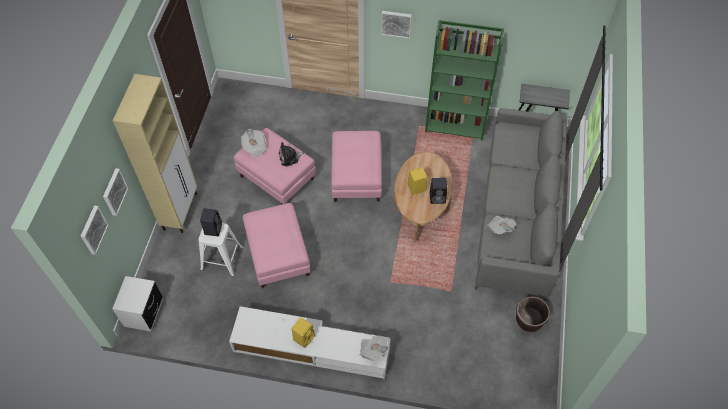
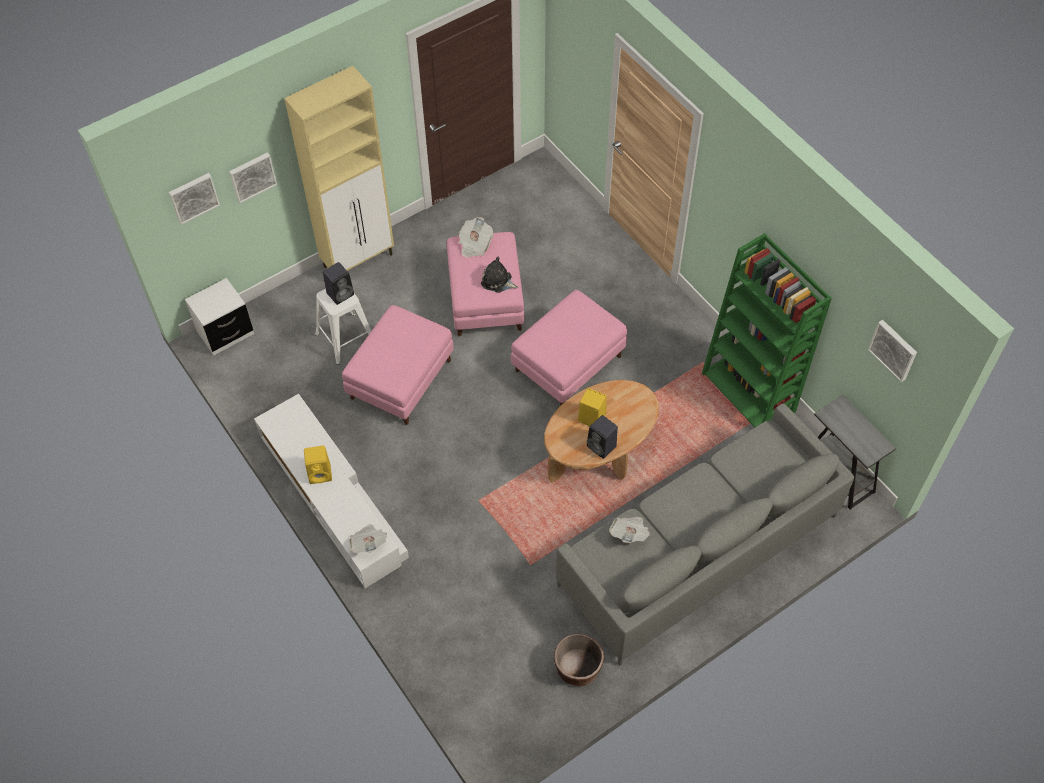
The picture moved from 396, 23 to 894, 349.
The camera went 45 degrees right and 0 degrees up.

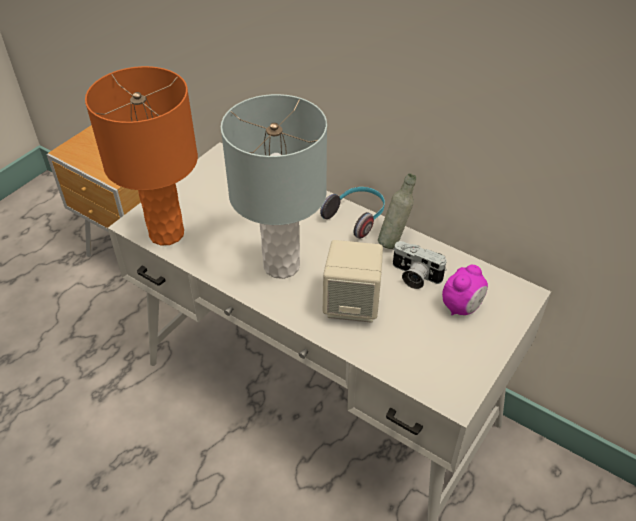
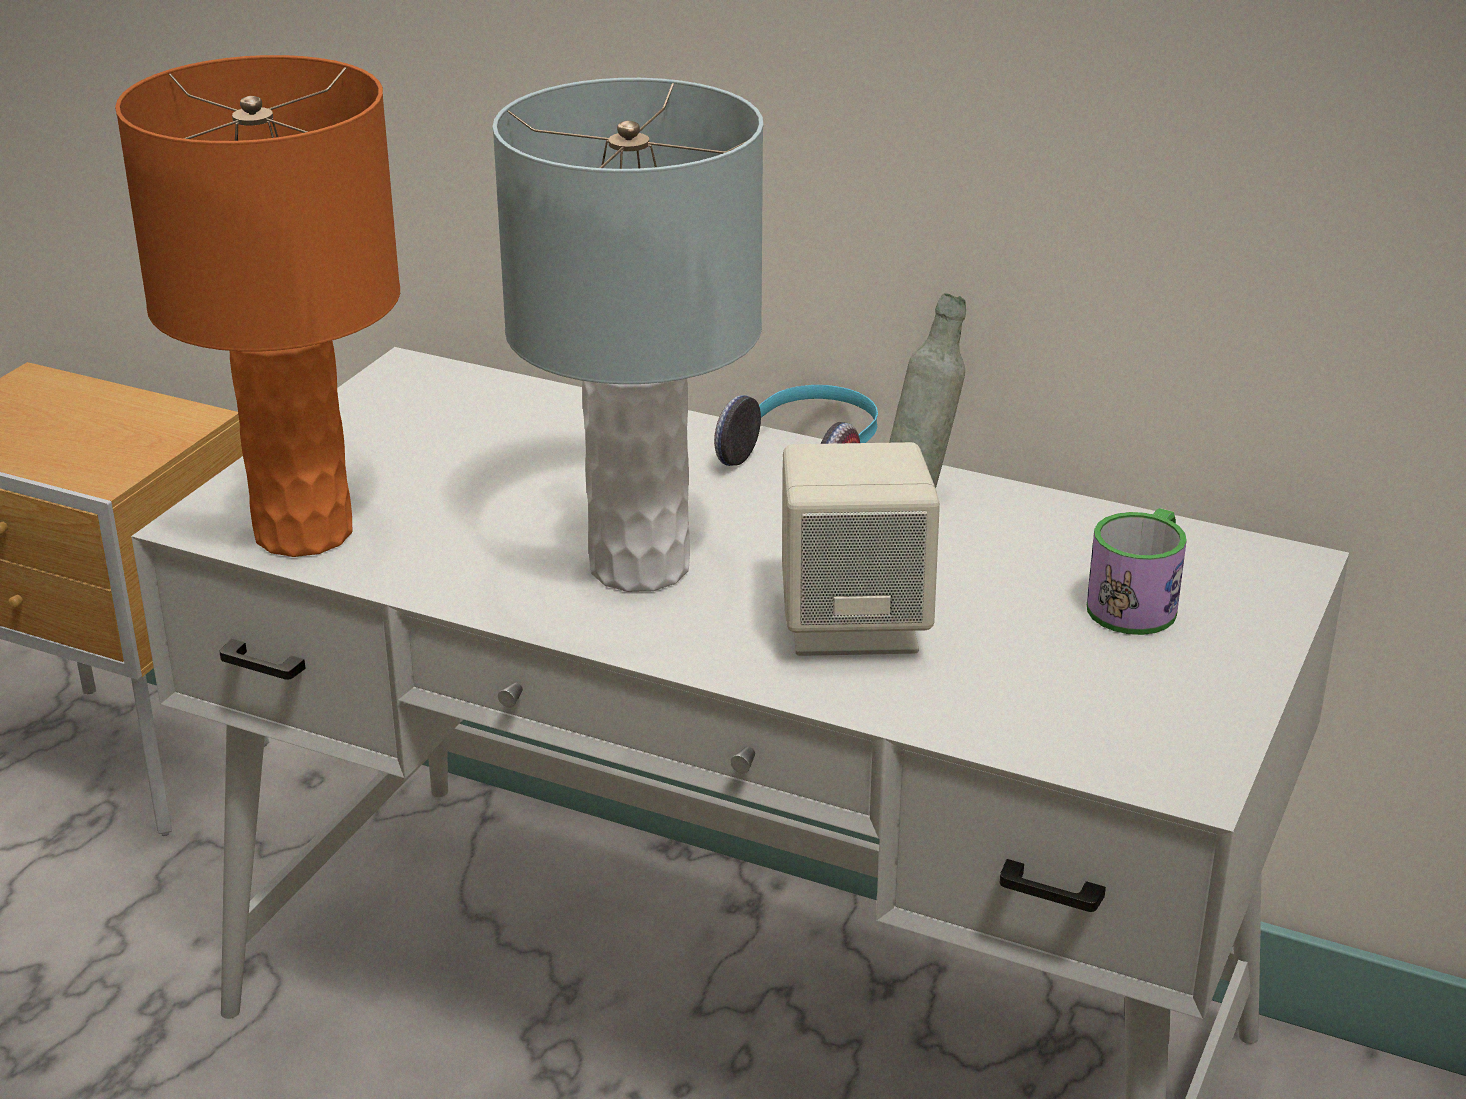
The photo camera at 414, 276 disappeared.
The alarm clock at 462, 307 was replaced by the mug at 1138, 602.
The camera went 10 degrees left and 15 degrees down.

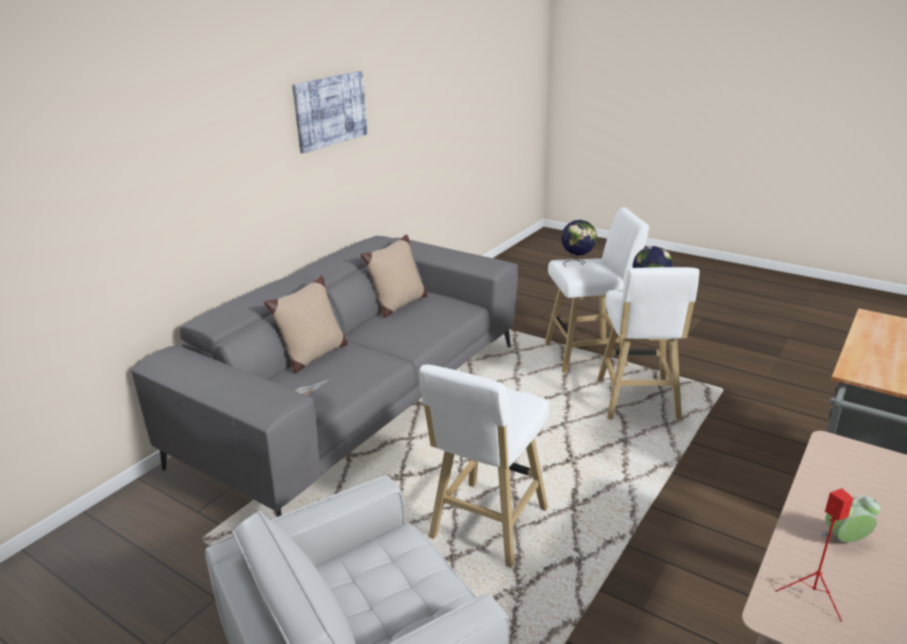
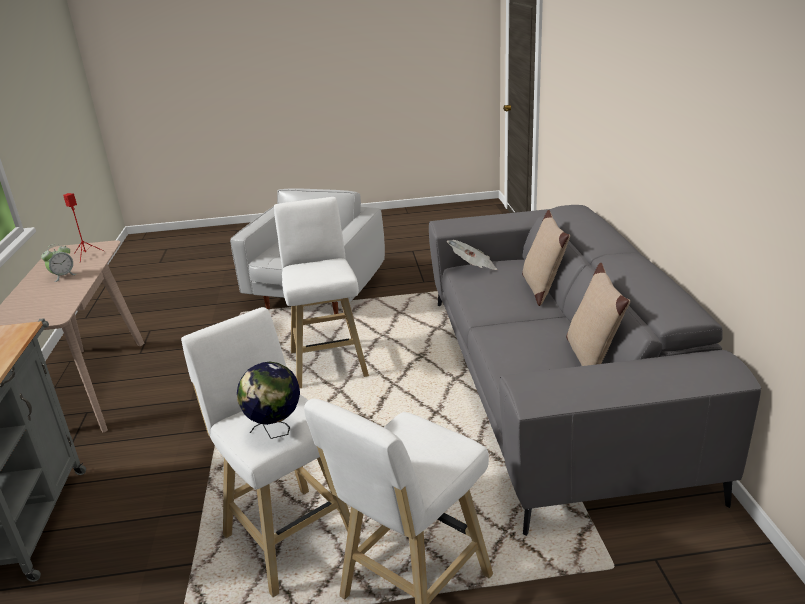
The picture at 330, 110 disappeared.
The globe at 577, 263 disappeared.
The camera went 140 degrees right and 0 degrees up.

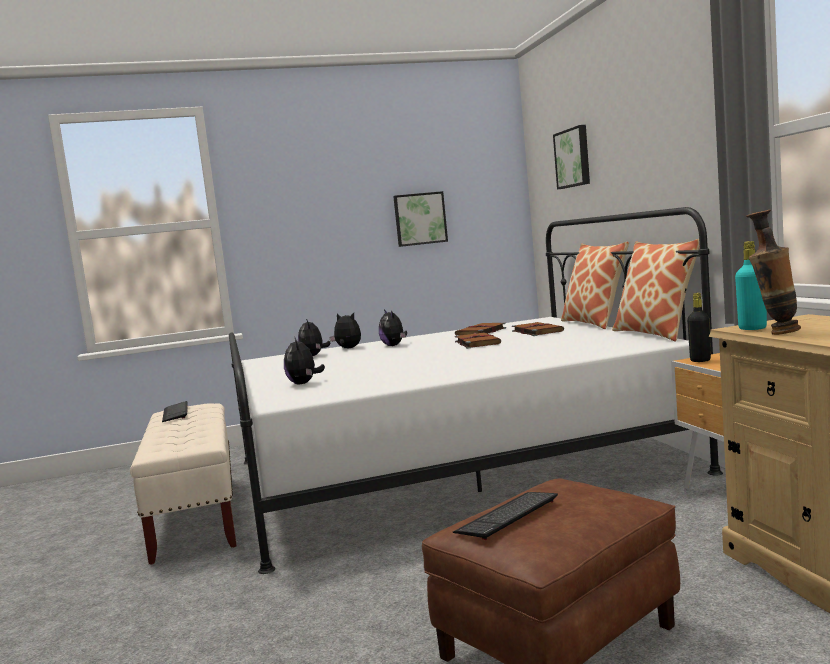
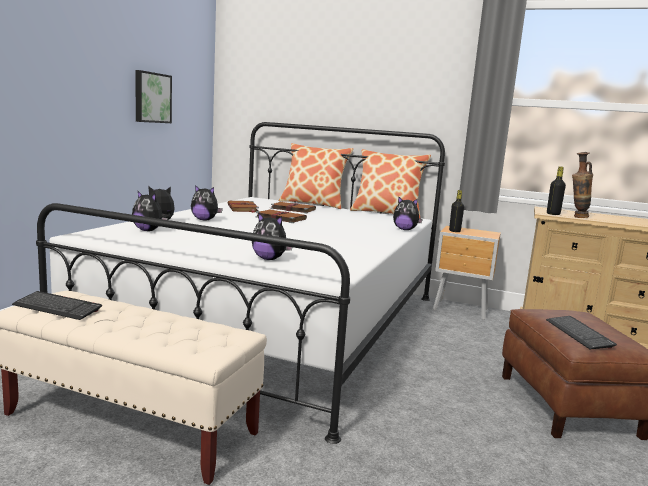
The picture at 574, 158 disappeared.
The turquoise bottle at 752, 328 became the black bottle at 553, 214.
The plush toy at 405, 229 appeared.
The camera went 55 degrees left and 5 degrees up.

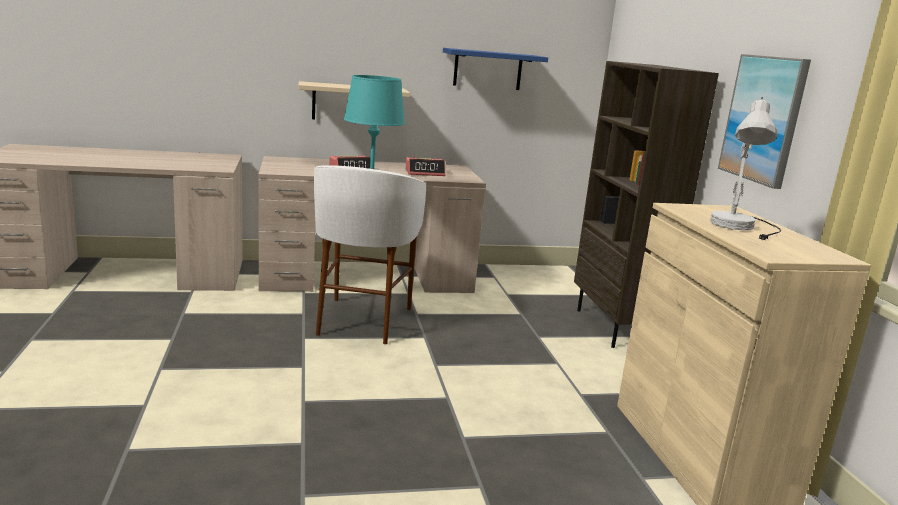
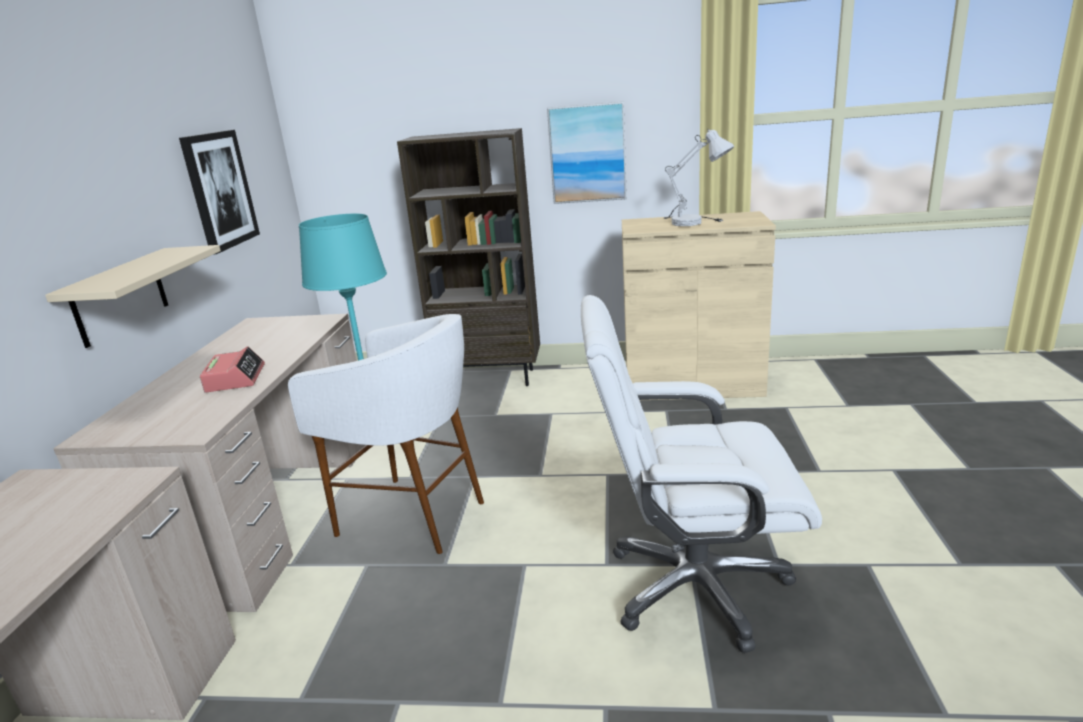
The blue shelf at 488, 69 was replaced by the picture at 220, 190.
The alarm clock at 425, 173 disappeared.
The white office chair at 694, 585 appeared.
The camera went 70 degrees left and 5 degrees up.

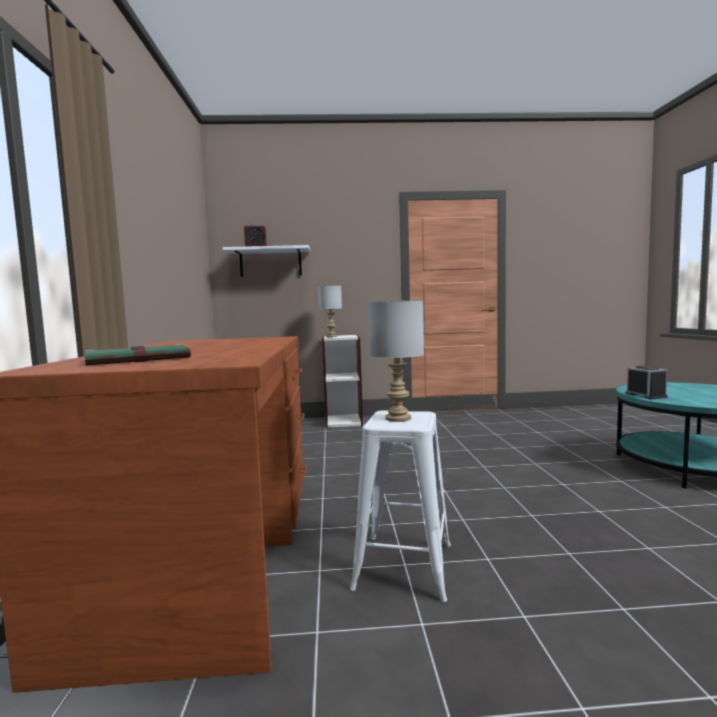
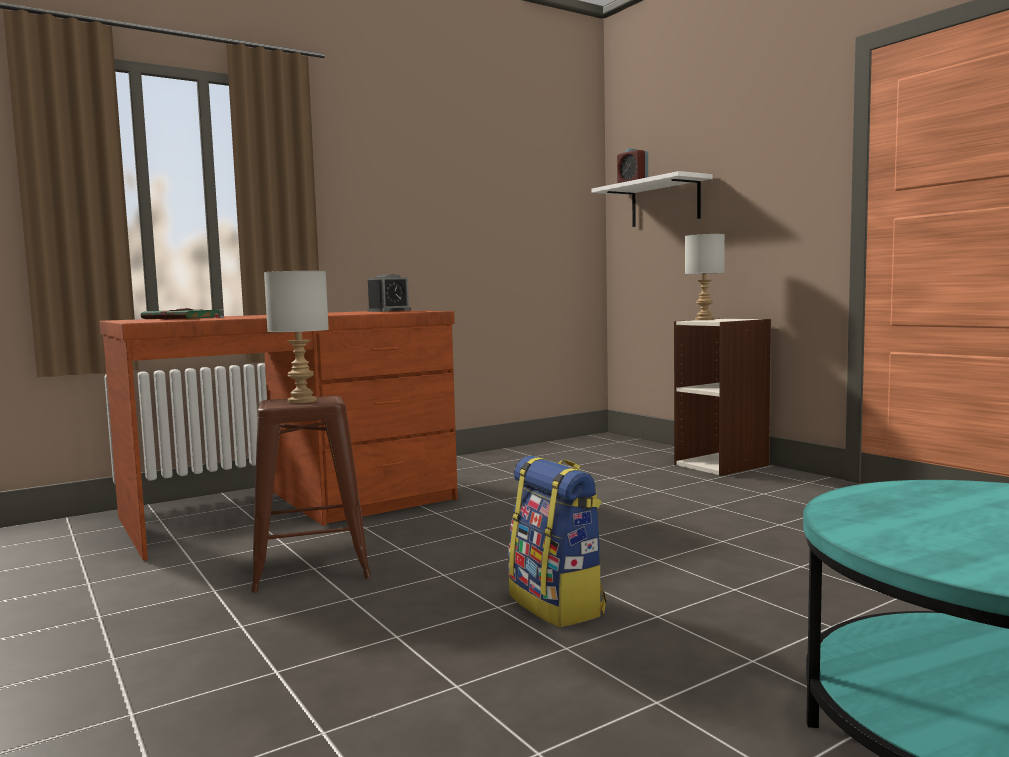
The alarm clock moved from 646, 395 to 389, 311.
The white stool at 404, 566 became the brown stool at 310, 568.
The backpack at 558, 605 appeared.
The camera went 60 degrees right and 0 degrees up.

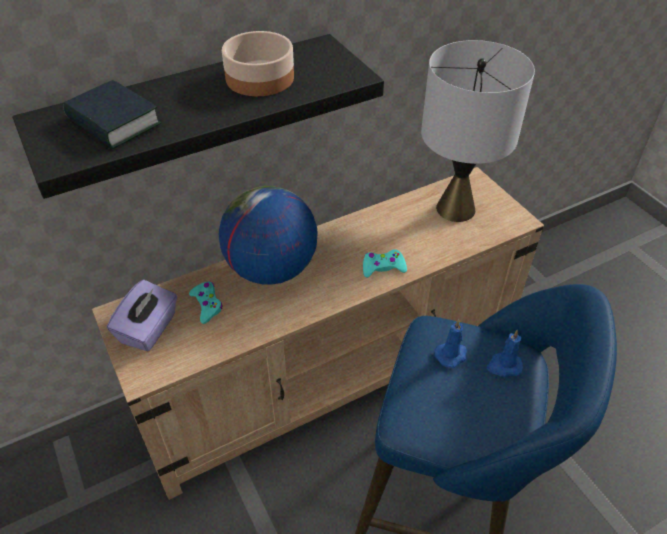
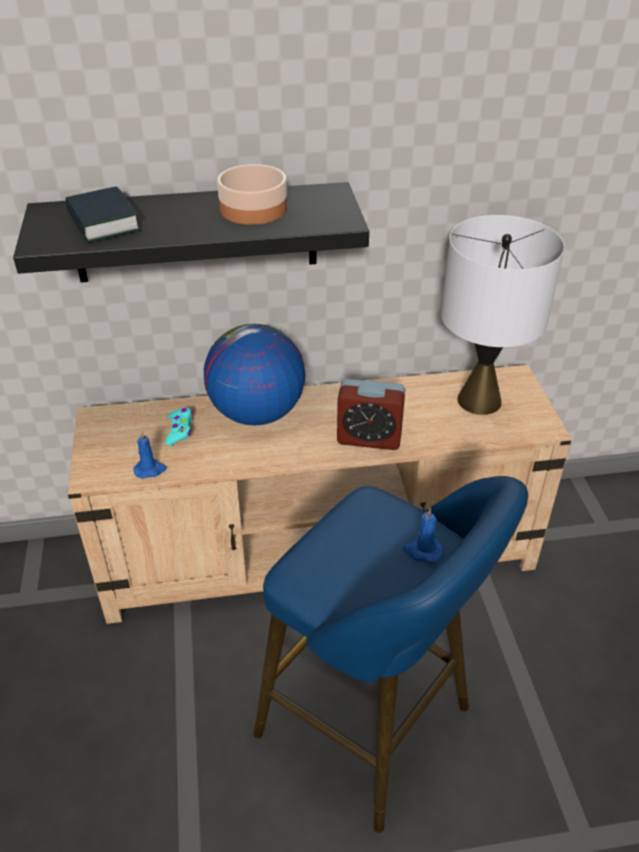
The turquoise game controller at 383, 267 was replaced by the alarm clock at 369, 438.
The purple tissue box at 149, 329 disappeared.
The blue candle moved from 451, 355 to 150, 470.
The camera went 20 degrees right and 5 degrees down.

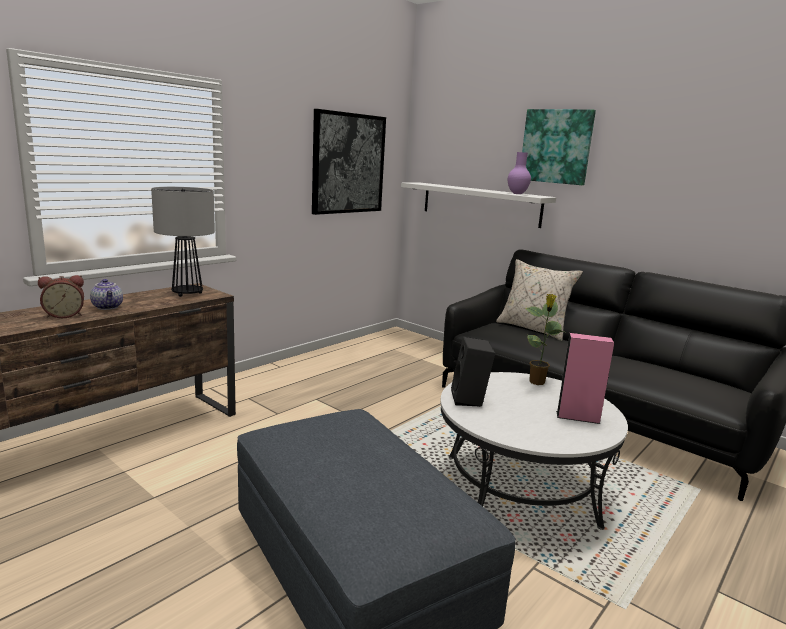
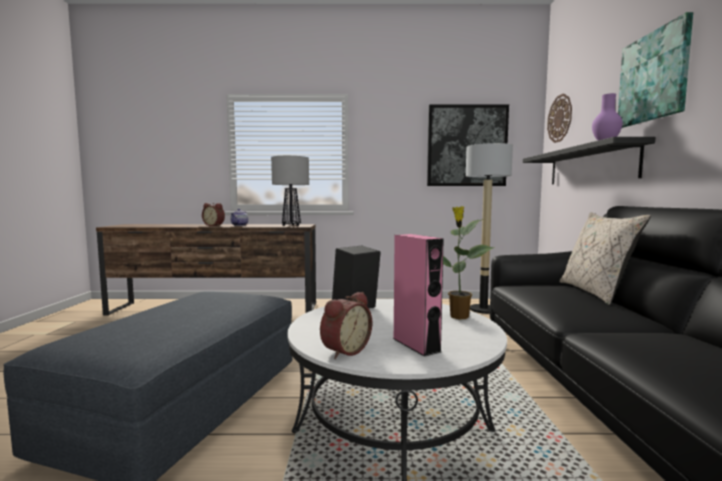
The white shelf at 480, 204 became the black shelf at 589, 166.
The wall clock at 560, 118 appeared.
The floor lamp at 483, 309 appeared.
The alarm clock at 344, 350 appeared.
The camera went 50 degrees right and 10 degrees down.

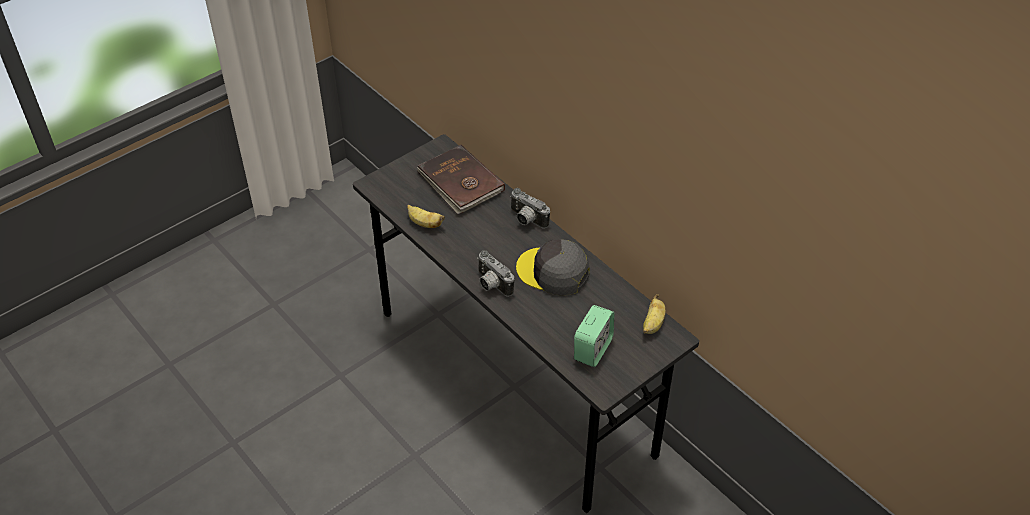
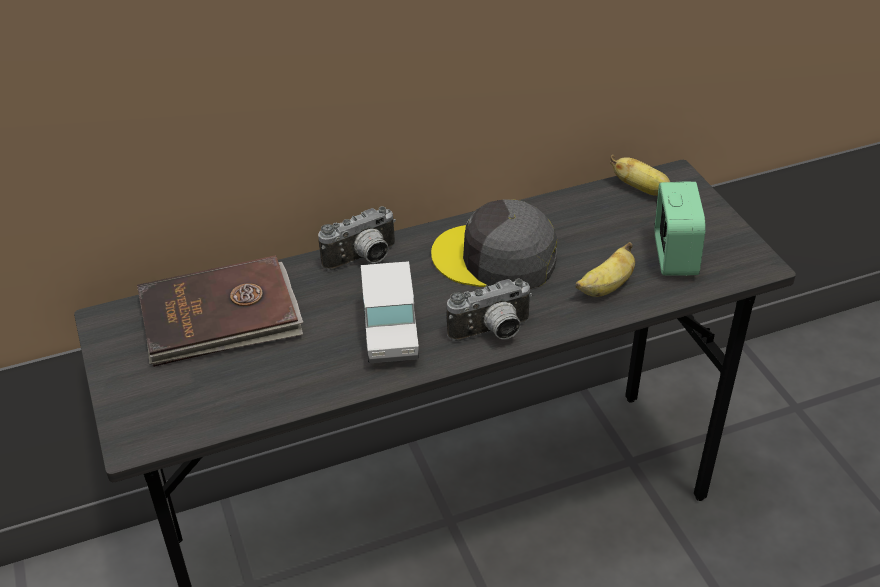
The banana moved from 424, 224 to 606, 287.
The grey cap at 553, 272 turned 60 degrees clockwise.
The alarm clock at 593, 350 turned 45 degrees clockwise.
The toy truck at 390, 334 appeared.
The camera went 70 degrees left and 5 degrees down.

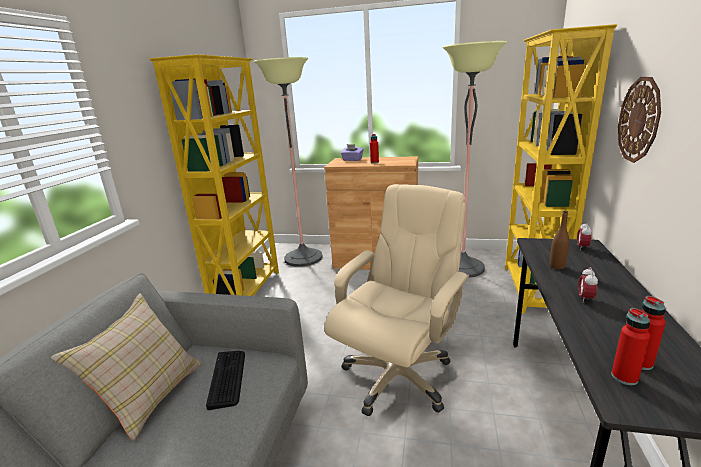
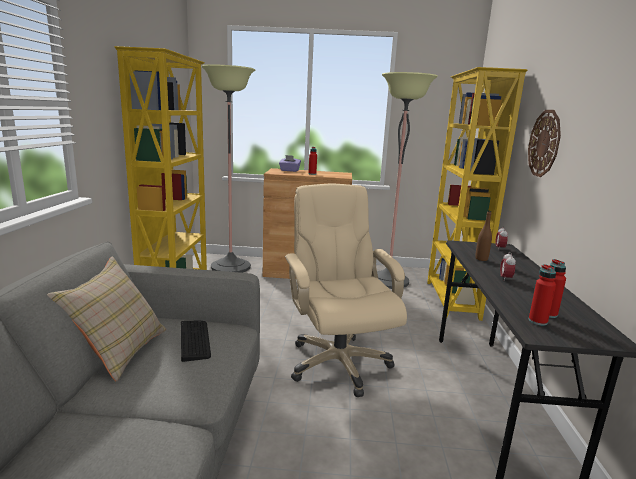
The beige office chair at 398, 375 turned 45 degrees counterclockwise.
The camera went 10 degrees left and 5 degrees down.

